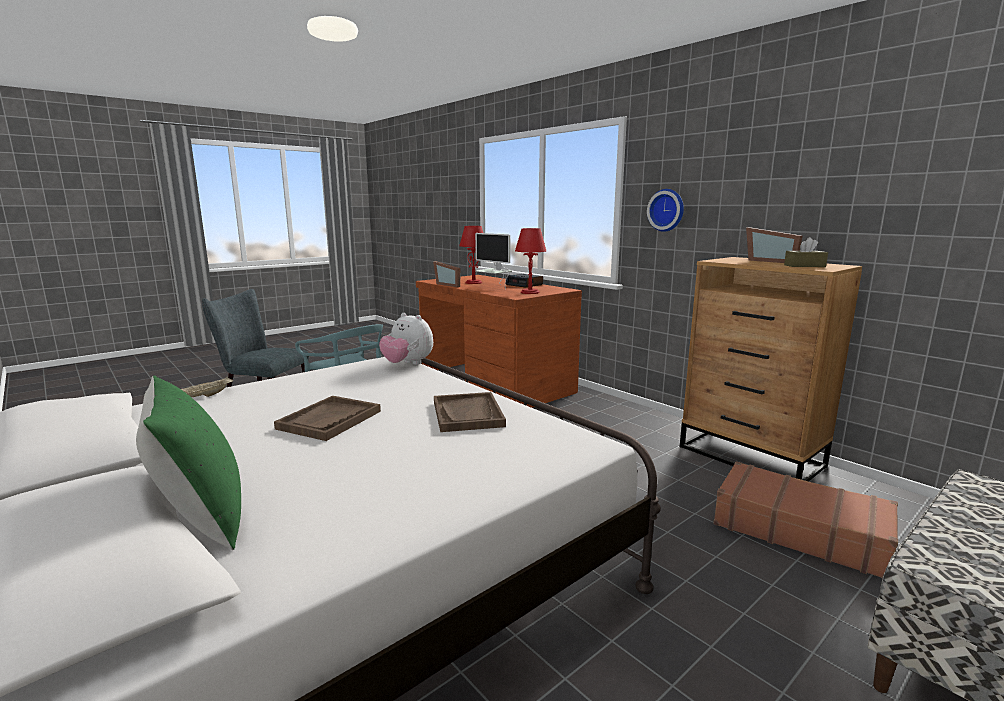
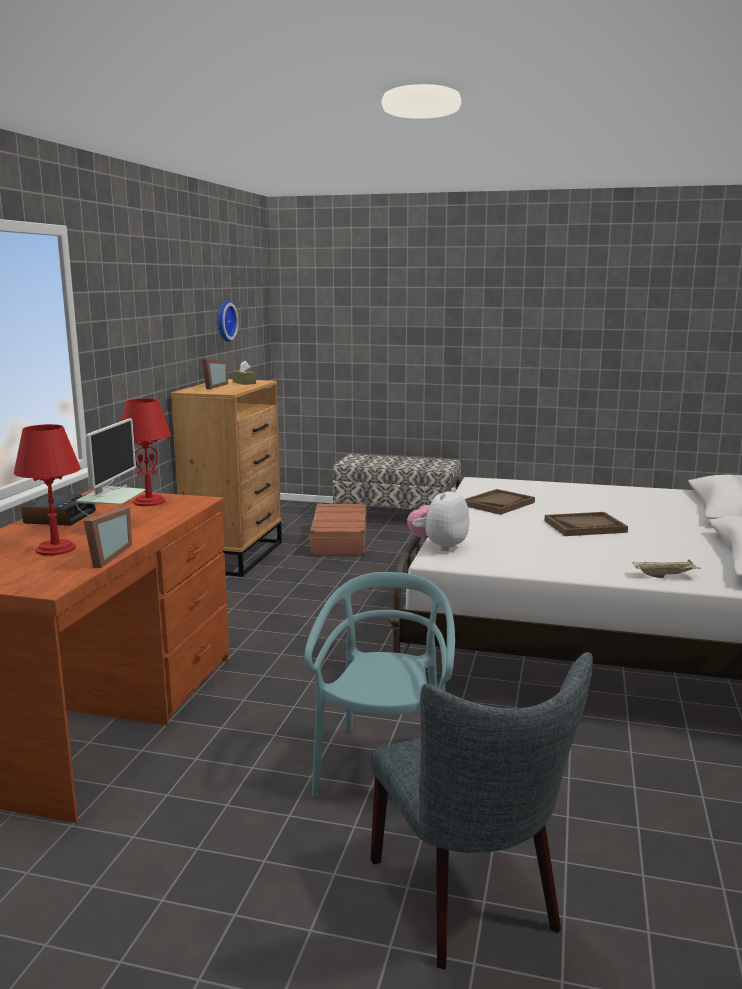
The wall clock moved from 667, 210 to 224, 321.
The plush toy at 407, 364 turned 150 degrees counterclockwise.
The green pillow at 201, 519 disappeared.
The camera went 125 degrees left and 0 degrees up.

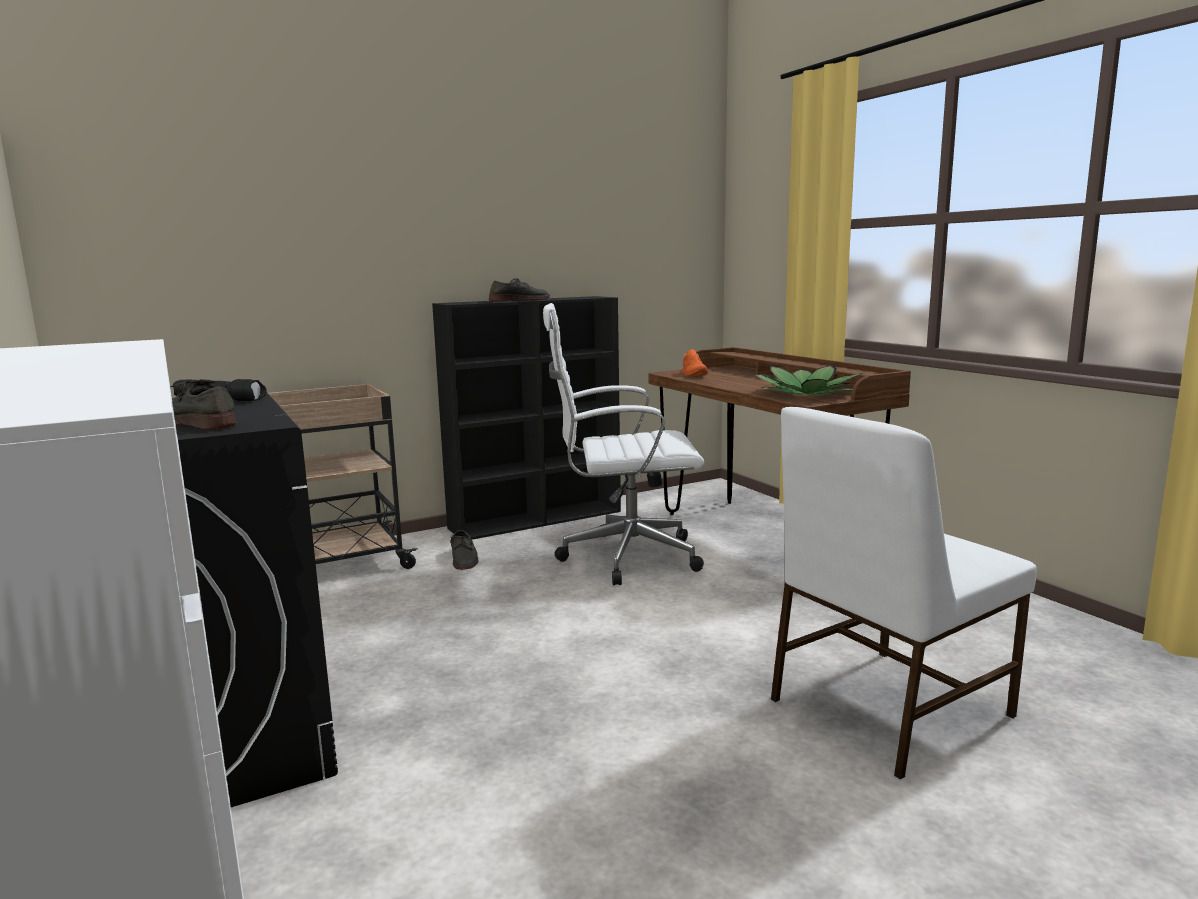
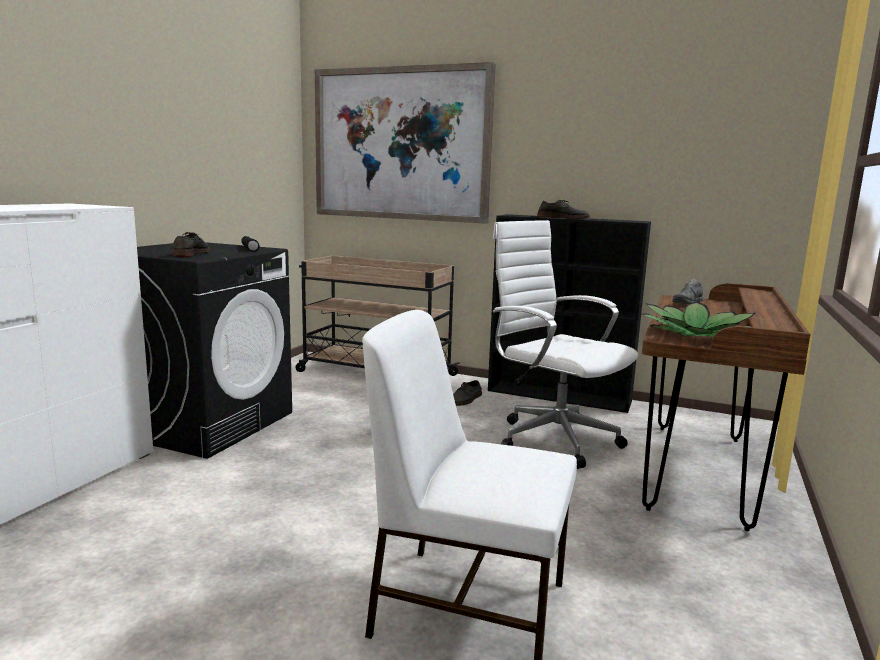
The orange shoe at 694, 374 became the grey shoe at 687, 303.
The picture at 401, 145 appeared.
The camera went 50 degrees right and 0 degrees up.

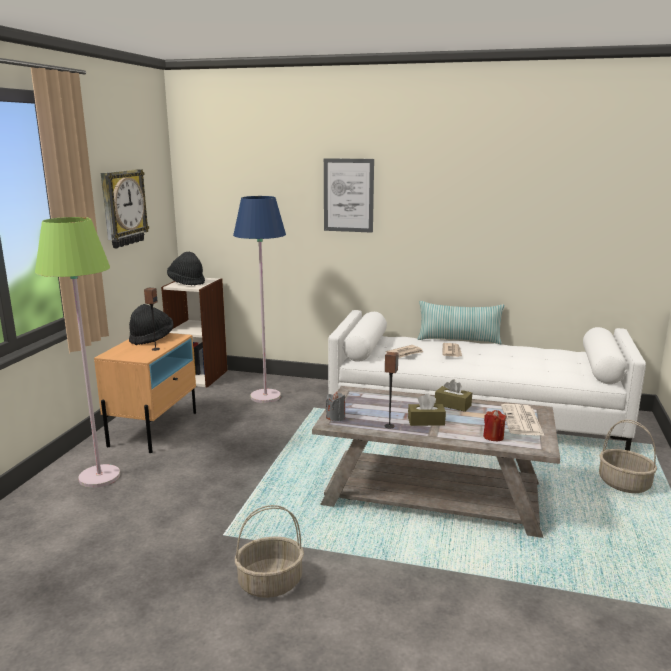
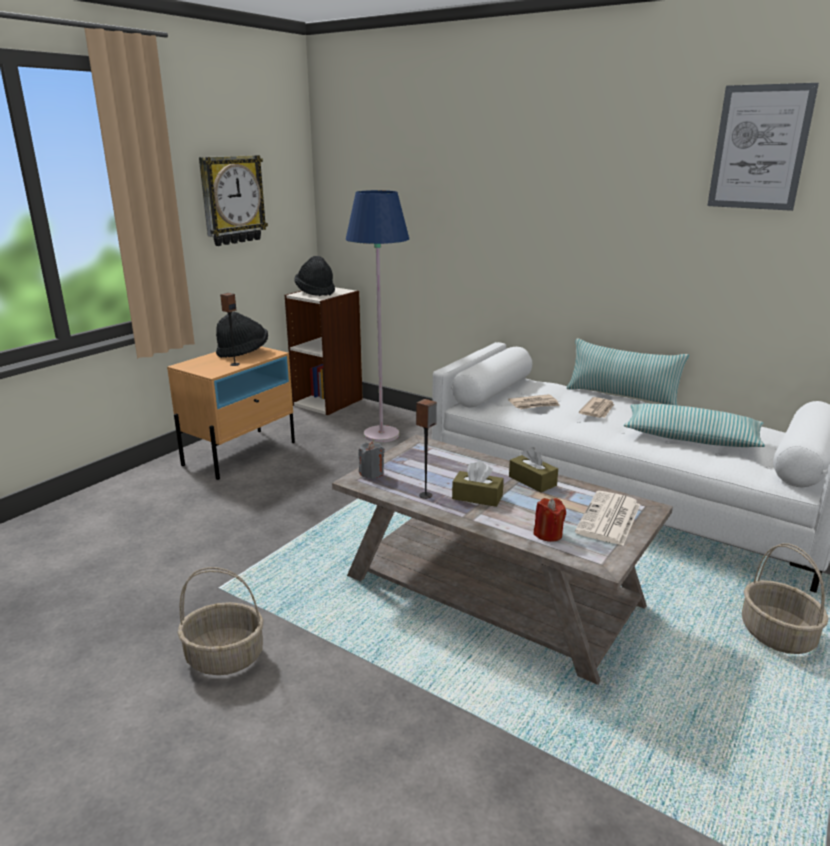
The picture moved from 348, 195 to 759, 148.
The green floor lamp at 100, 477 disappeared.
The pillow at 691, 438 appeared.
The camera went 20 degrees right and 5 degrees up.

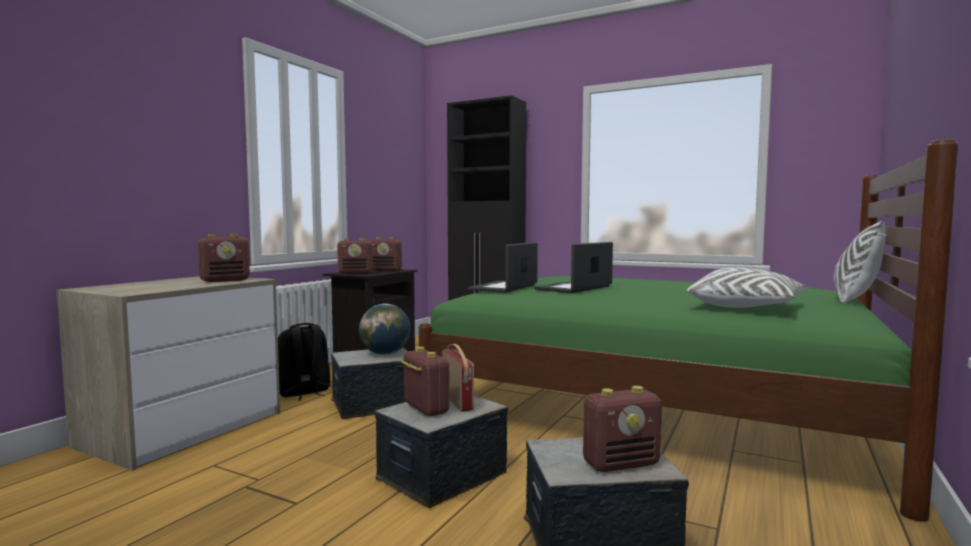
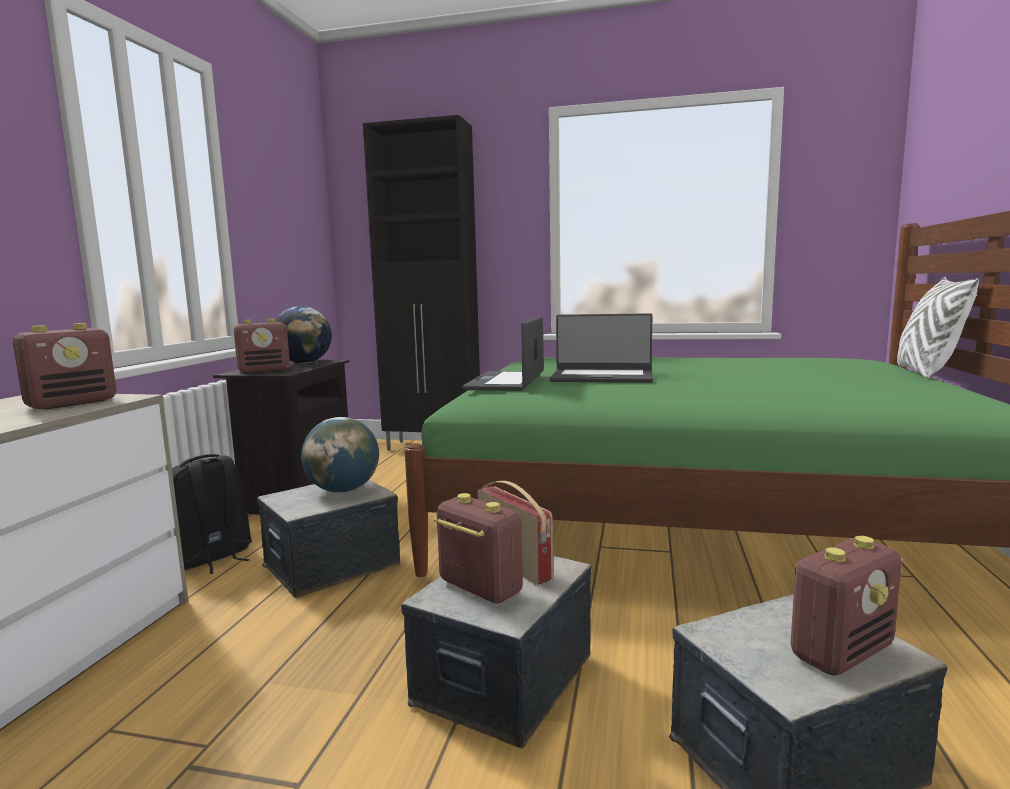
The radio at 386, 270 was replaced by the globe at 304, 363.
The laptop at 575, 288 turned 105 degrees counterclockwise.
The white pillow at 746, 307 disappeared.
The camera went 15 degrees left and 5 degrees up.

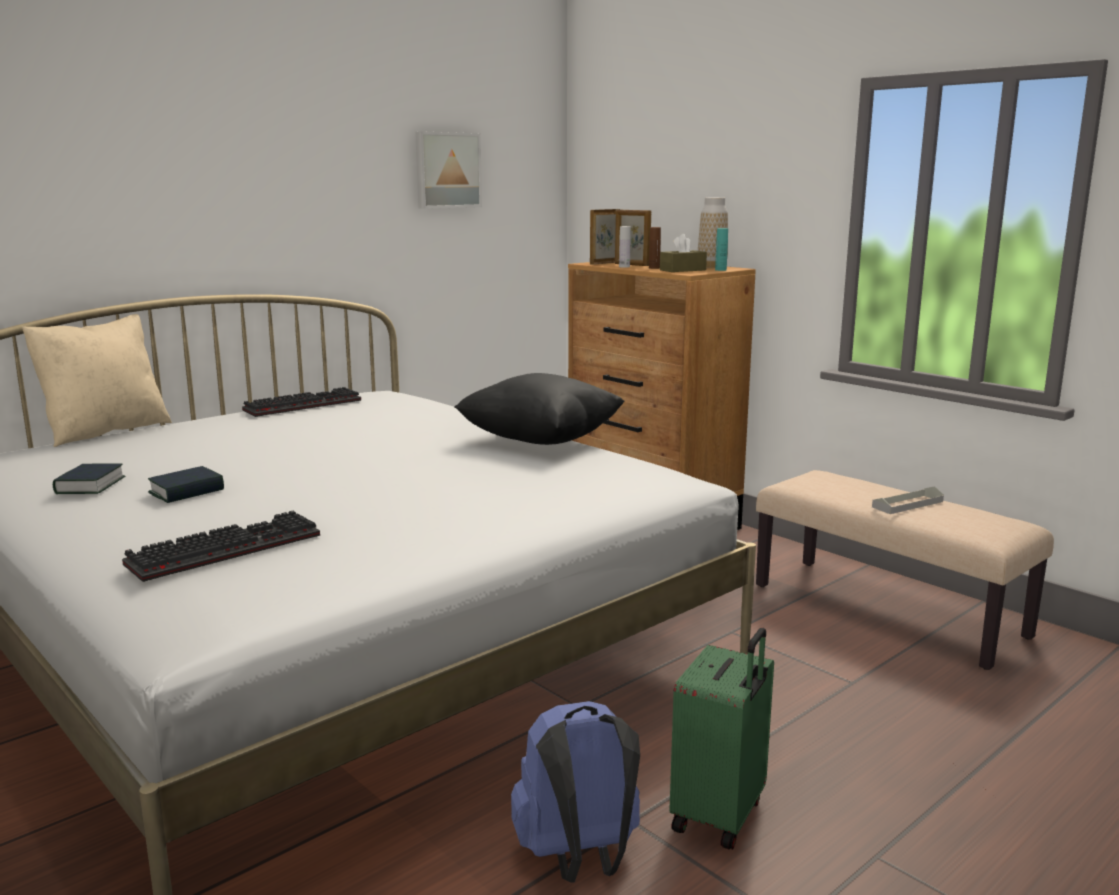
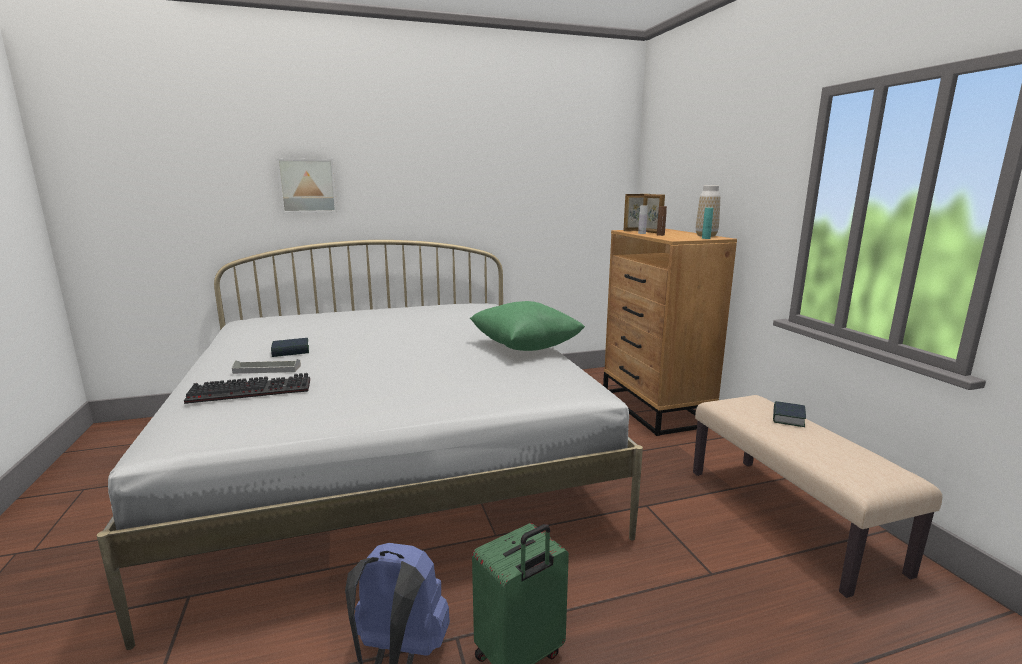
The picture moved from 447, 170 to 307, 186.
The brown tissue box at 682, 270 disappeared.
The beige pillow at 105, 431 disappeared.
The black pillow at 540, 441 became the green pillow at 525, 347.
The keyboard at 304, 405 disappeared.
The book moved from 90, 486 to 788, 418.
The grey tray moved from 907, 504 to 267, 369.
The camera went 25 degrees right and 0 degrees up.

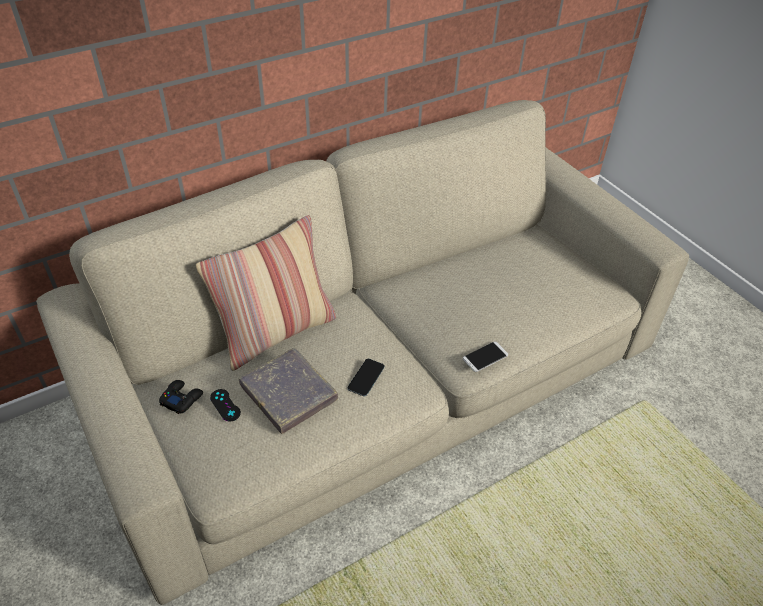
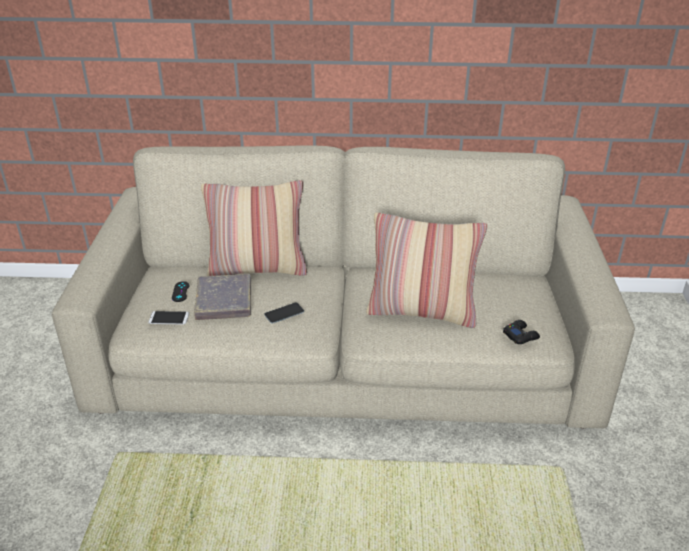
The phone moved from 485, 357 to 169, 318.
The black game controller moved from 181, 399 to 520, 335.
The pillow at 422, 311 appeared.
The camera went 35 degrees right and 10 degrees down.

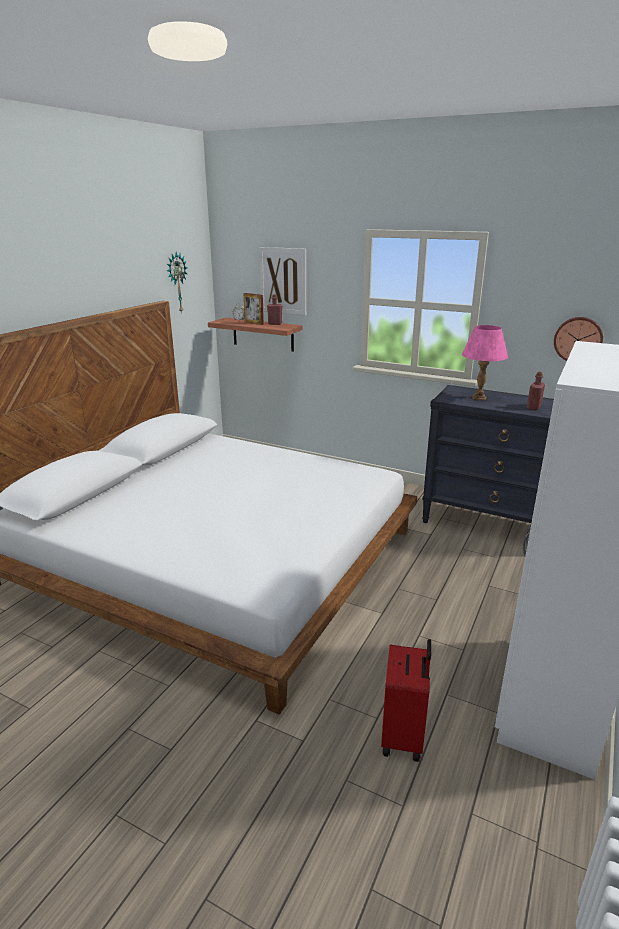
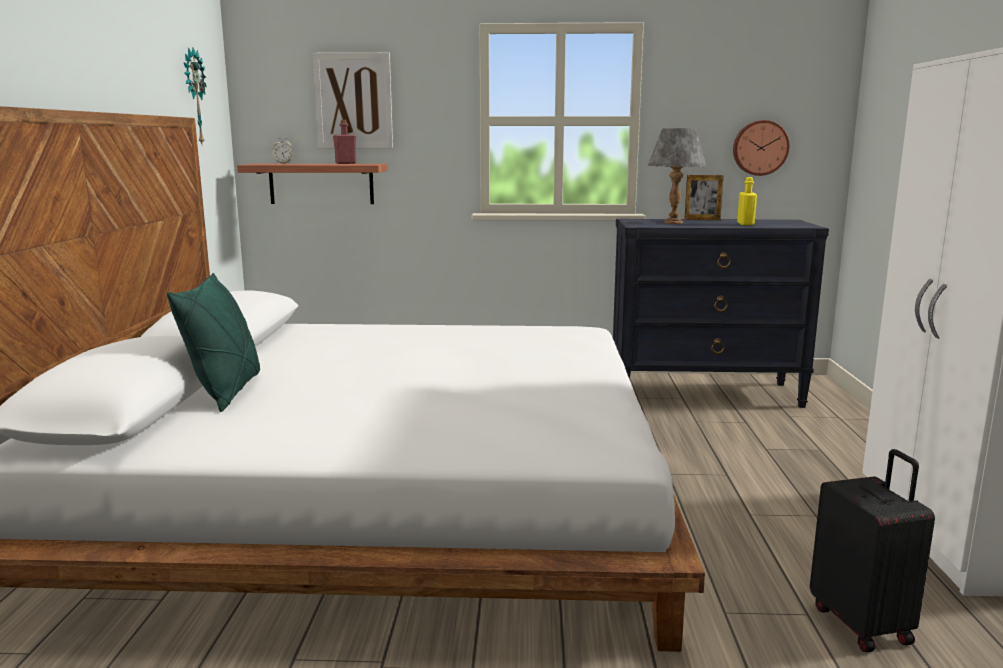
The picture frame moved from 254, 323 to 702, 219.
The pink table lamp at 479, 398 became the grey table lamp at 673, 222.
The red bottle at 533, 407 became the yellow bottle at 745, 224.
The red suitcase at 404, 737 became the black suitcase at 862, 624.
The green pillow at 226, 392 appeared.
The camera went 25 degrees left and 10 degrees down.

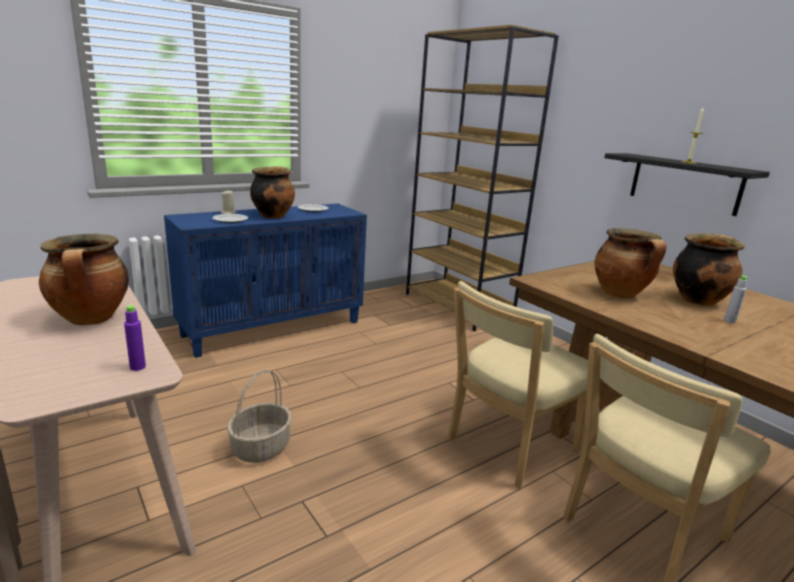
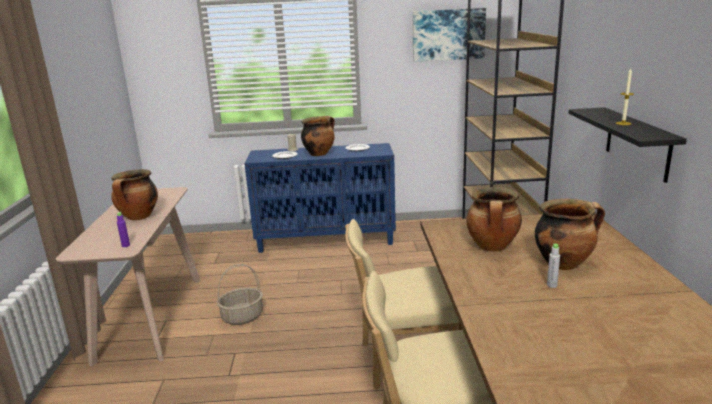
The picture at 448, 34 appeared.
The camera went 35 degrees right and 0 degrees up.

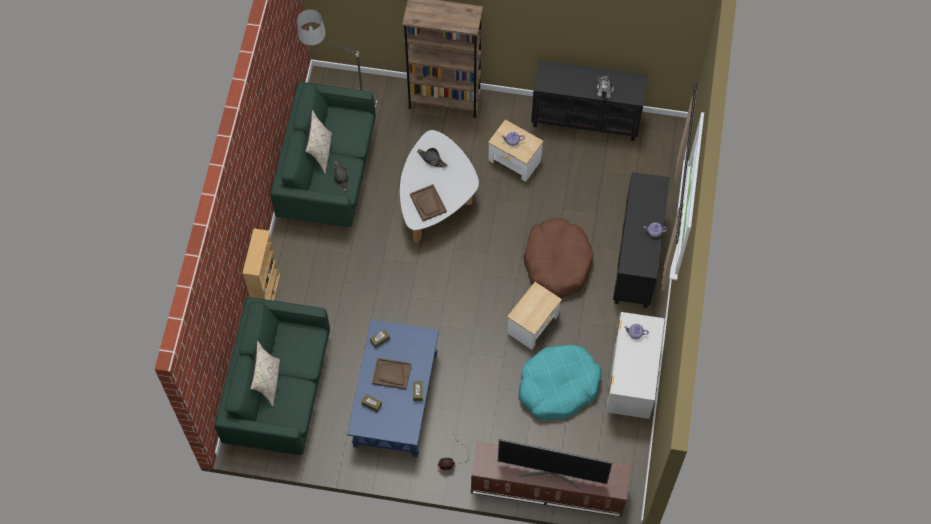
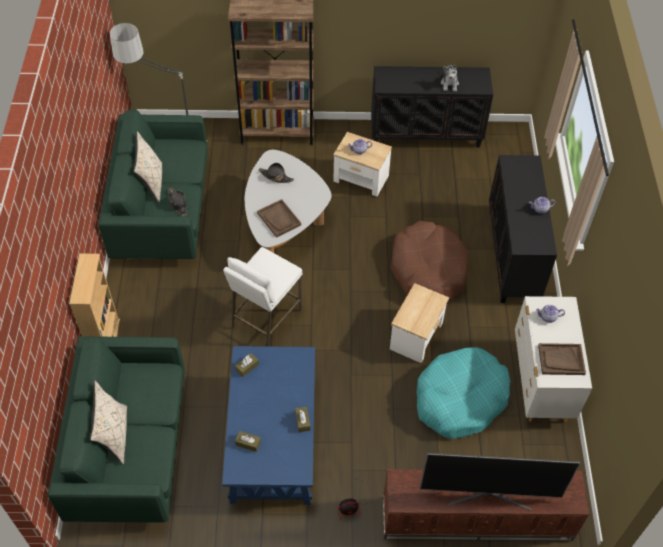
The brown tray moved from 391, 374 to 561, 360.
The white stool at 266, 319 appeared.
The camera went 10 degrees left and 10 degrees down.

